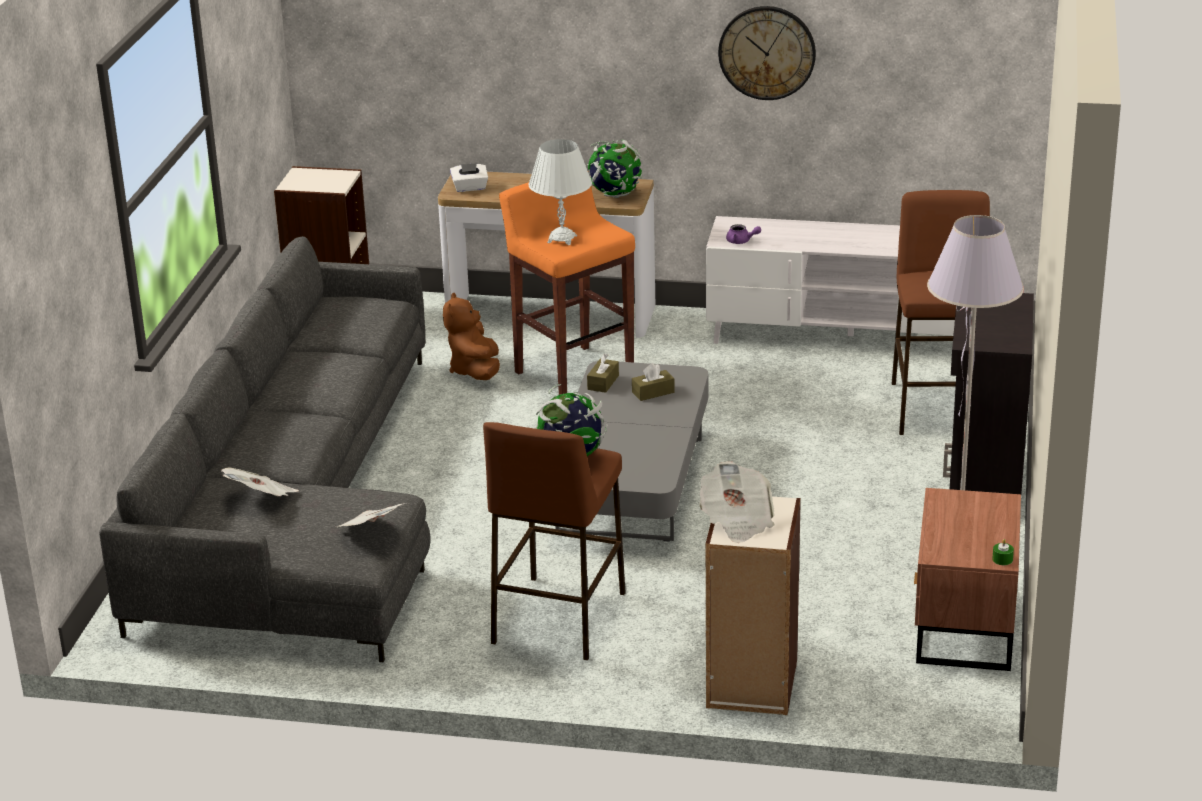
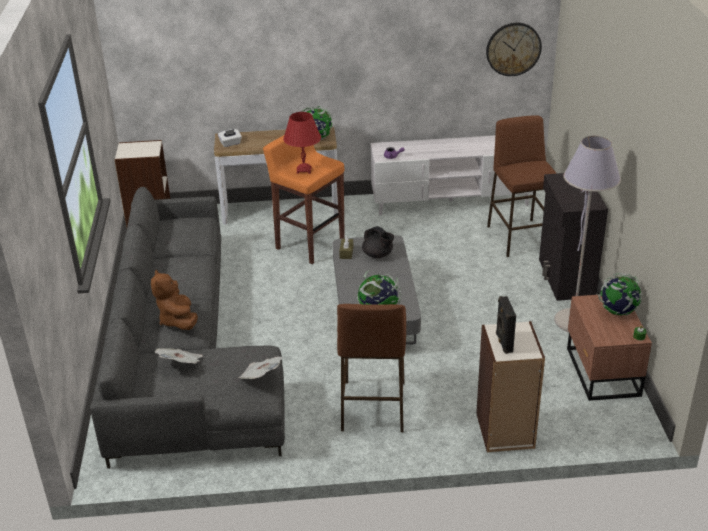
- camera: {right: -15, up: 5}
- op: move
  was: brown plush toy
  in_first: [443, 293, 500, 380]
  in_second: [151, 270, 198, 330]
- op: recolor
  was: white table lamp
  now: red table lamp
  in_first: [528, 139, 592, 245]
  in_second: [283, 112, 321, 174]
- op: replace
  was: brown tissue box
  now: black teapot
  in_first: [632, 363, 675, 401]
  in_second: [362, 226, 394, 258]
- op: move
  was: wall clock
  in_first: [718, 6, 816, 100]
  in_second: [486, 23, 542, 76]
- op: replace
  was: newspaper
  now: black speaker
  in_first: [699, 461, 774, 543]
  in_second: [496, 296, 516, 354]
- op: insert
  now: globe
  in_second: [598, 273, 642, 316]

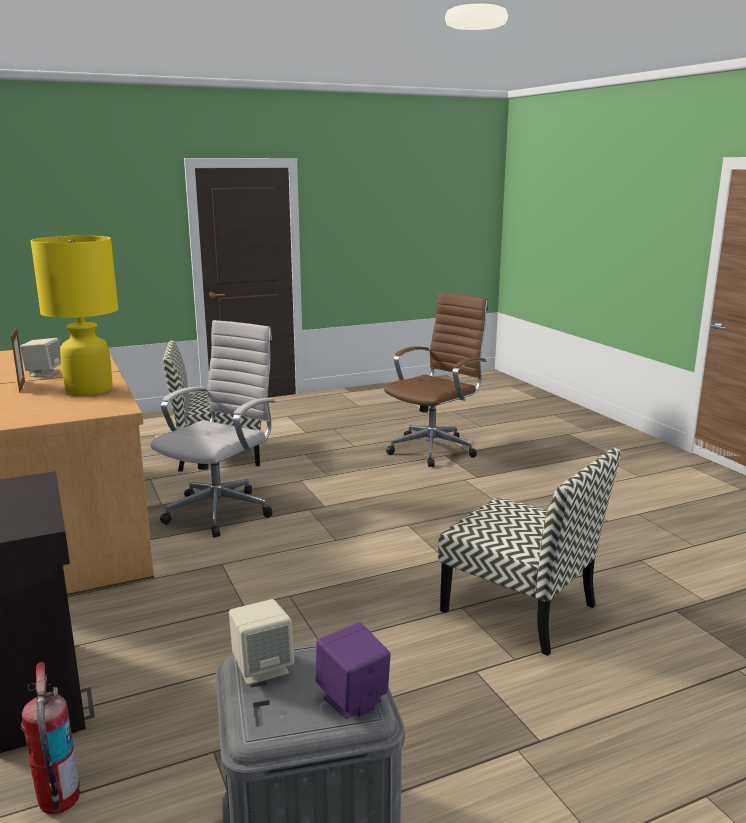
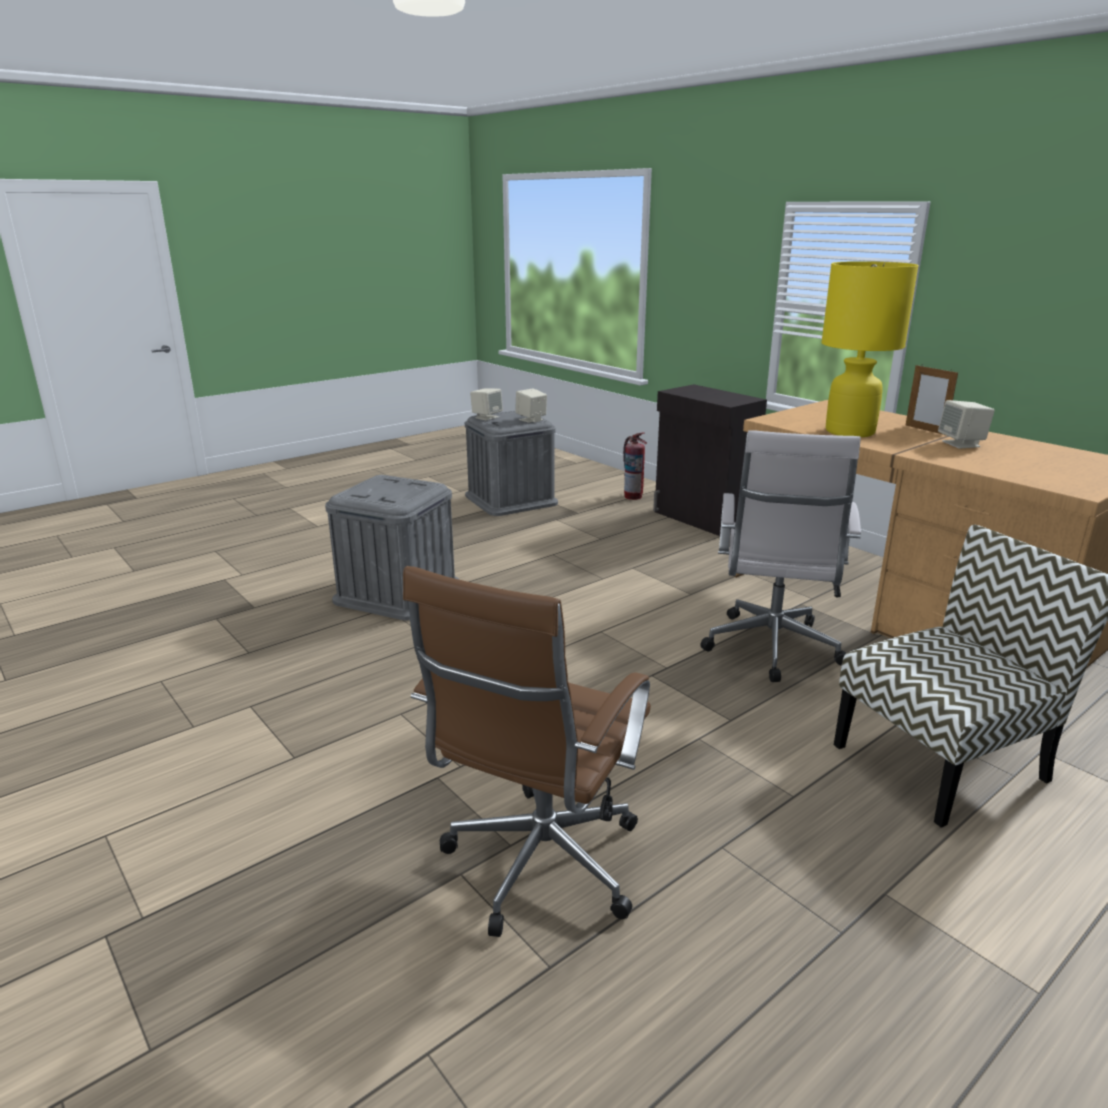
- camera: {right: 165, up: 5}
- op: replace
  was: chair
  now: grey storage box
  in_first: [438, 447, 621, 656]
  in_second: [325, 475, 460, 620]
- op: recolor
  was: purple speaker
  now: beige speaker
  in_first: [316, 622, 391, 719]
  in_second: [470, 388, 503, 421]

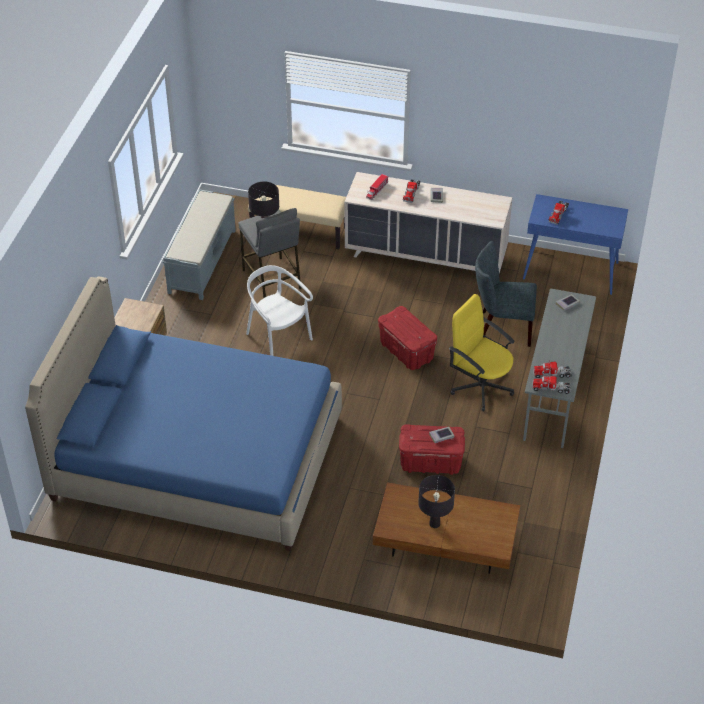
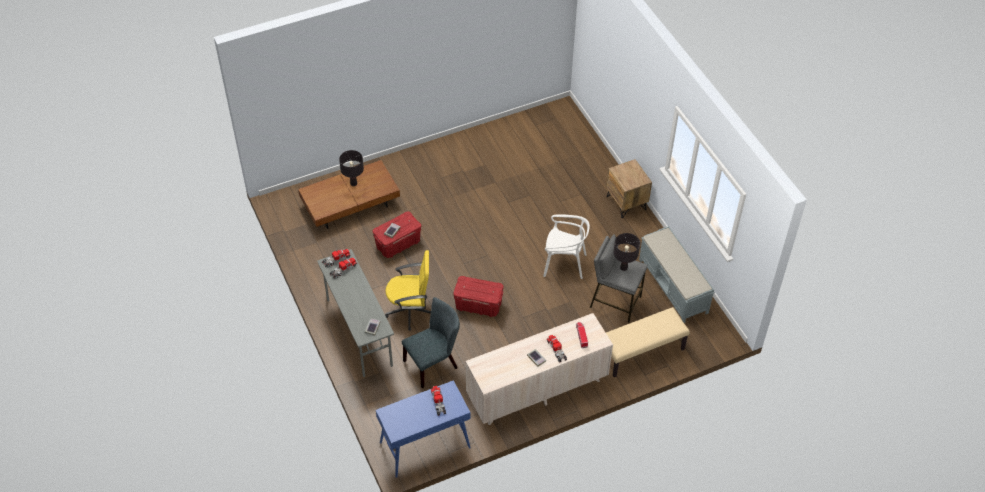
- camera: {right: 140, up: 5}
- op: delete
  was: blue bed
  in_first: [25, 277, 342, 551]

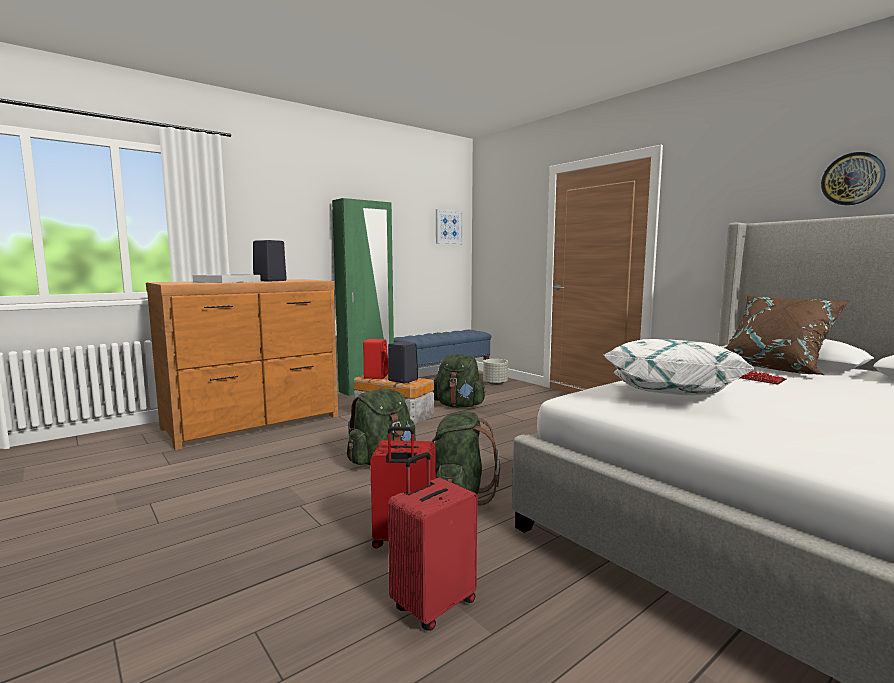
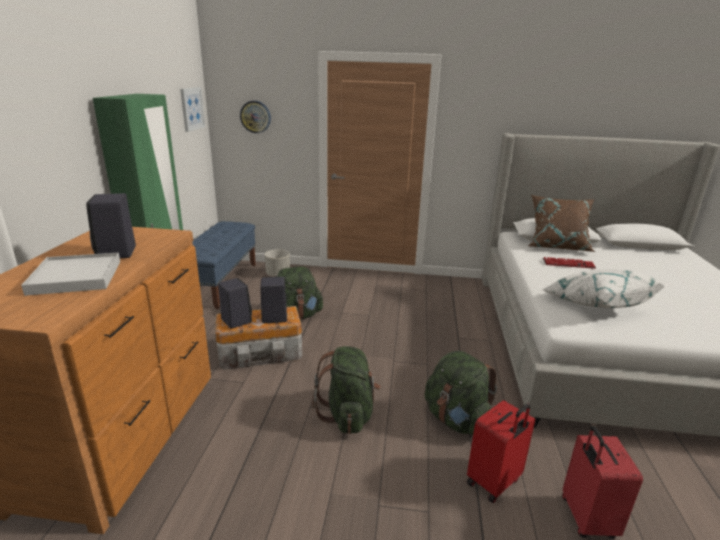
- camera: {right: -45, up: 15}
- op: recolor
  was: red speaker
  now: black speaker
  in_first: [363, 339, 388, 379]
  in_second: [218, 278, 252, 329]
- op: move
  was: wall clock
  in_first: [821, 152, 886, 205]
  in_second: [240, 101, 271, 133]

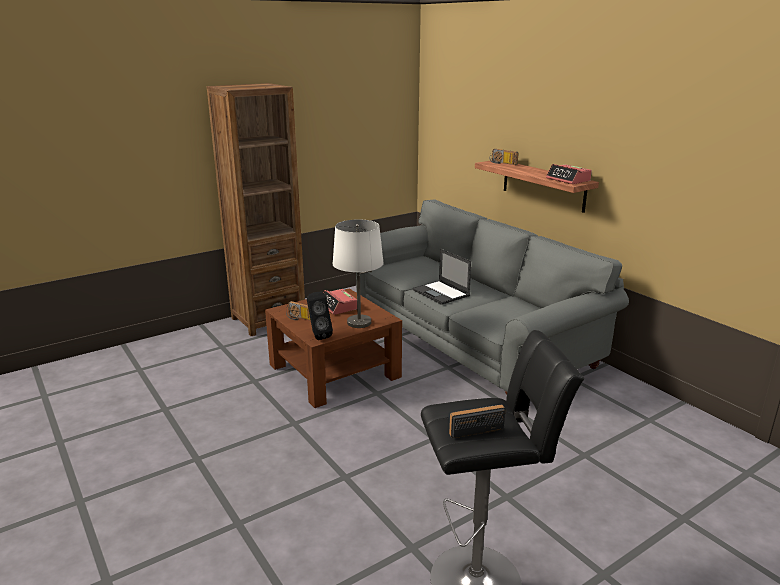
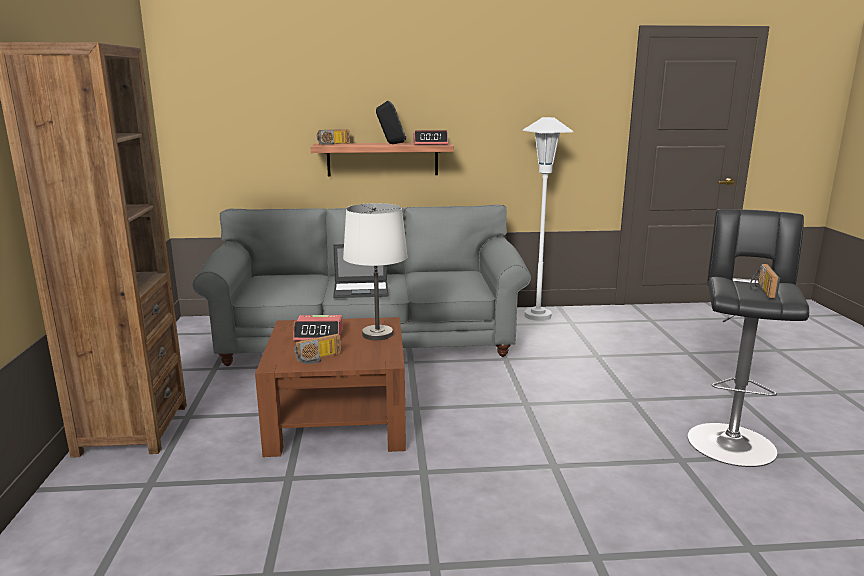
- camera: {right: -60, up: -5}
- op: move
  was: black speaker
  in_first: [307, 292, 333, 340]
  in_second: [376, 101, 406, 144]
- op: insert
  now: white floor lamp
  in_second: [523, 117, 573, 321]

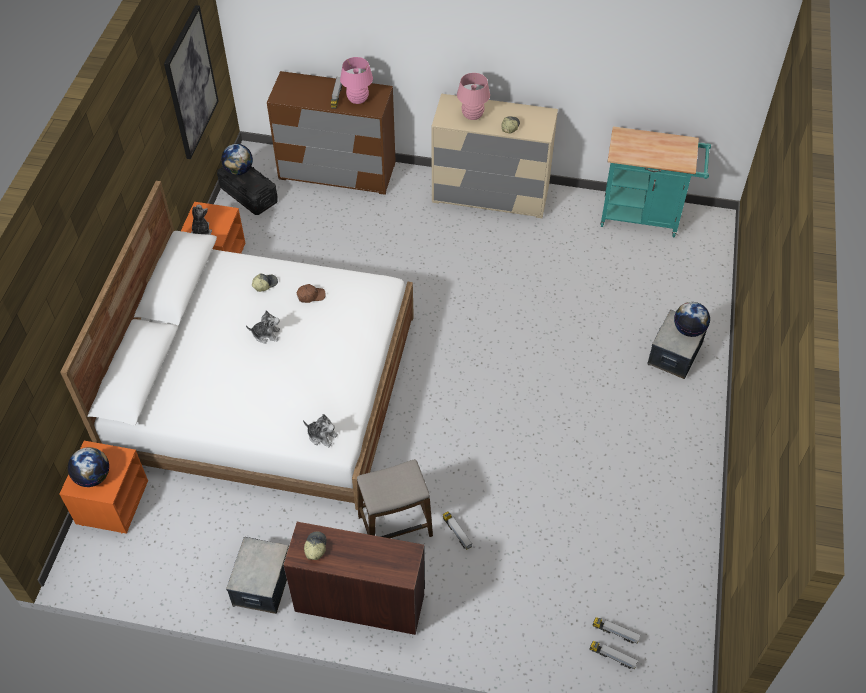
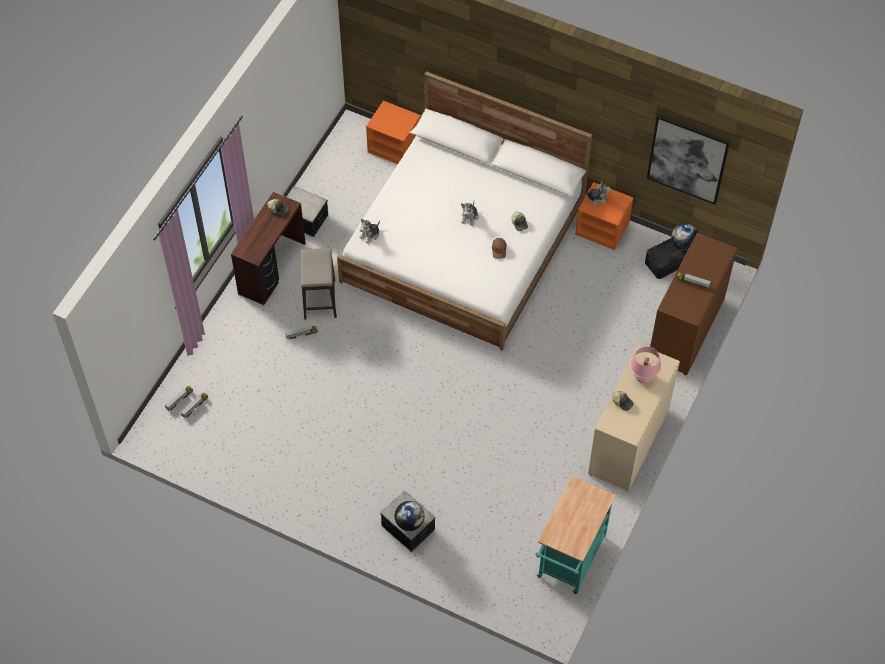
- camera: {right: 105, up: 5}
- op: delete
  was: globe
  in_first: [68, 447, 109, 487]
- op: delete
  was: pink table lamp
  in_first: [340, 57, 373, 104]

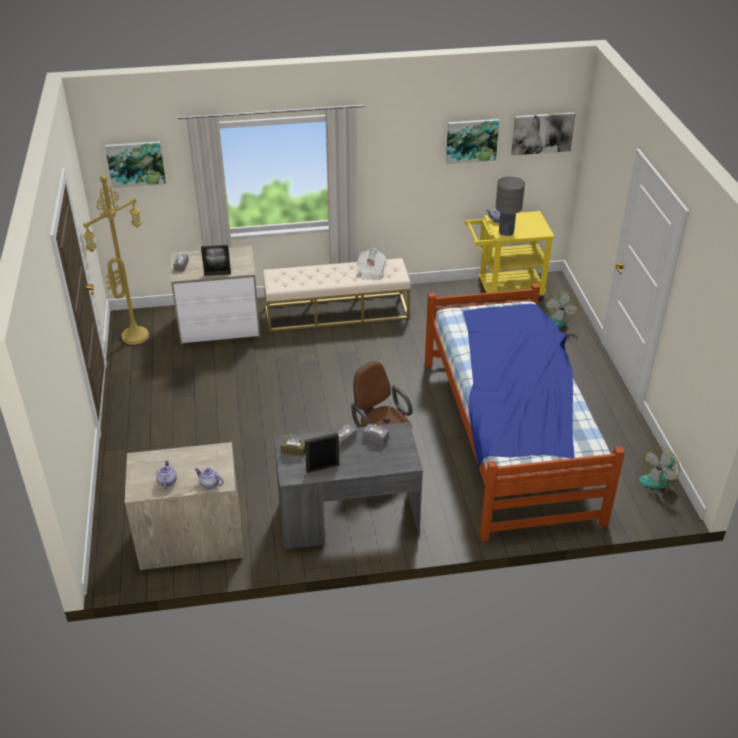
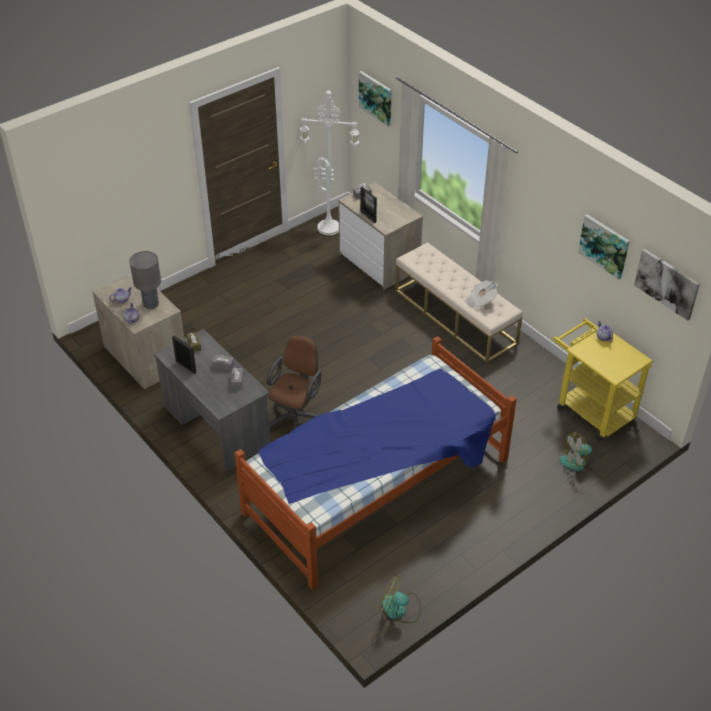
- camera: {right: 60, up: 5}
- op: move
  was: grey table lamp
  in_first: [496, 176, 525, 236]
  in_second: [129, 251, 161, 309]
- op: recolor
  was: yellow floor lamp
  now: white floor lamp
  in_first: [83, 175, 149, 345]
  in_second: [299, 90, 359, 235]

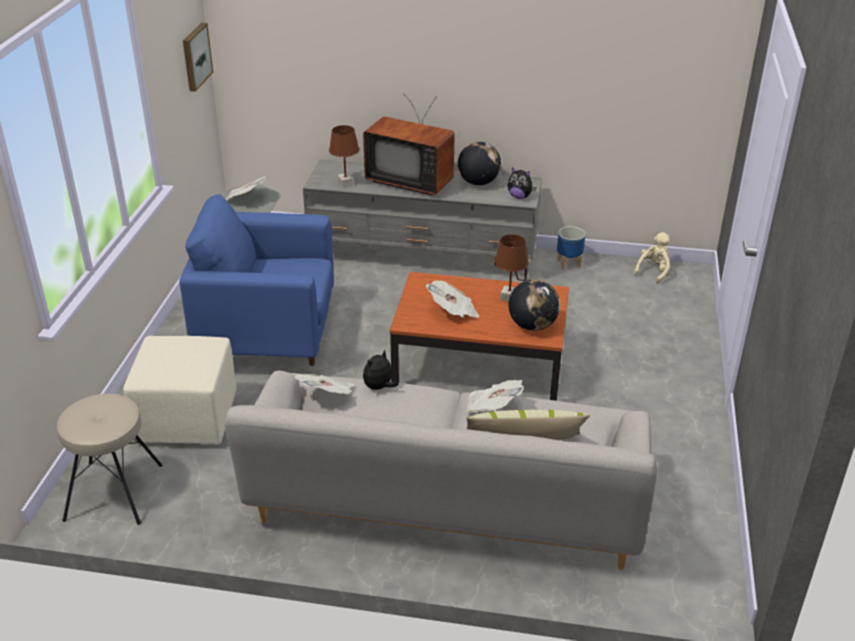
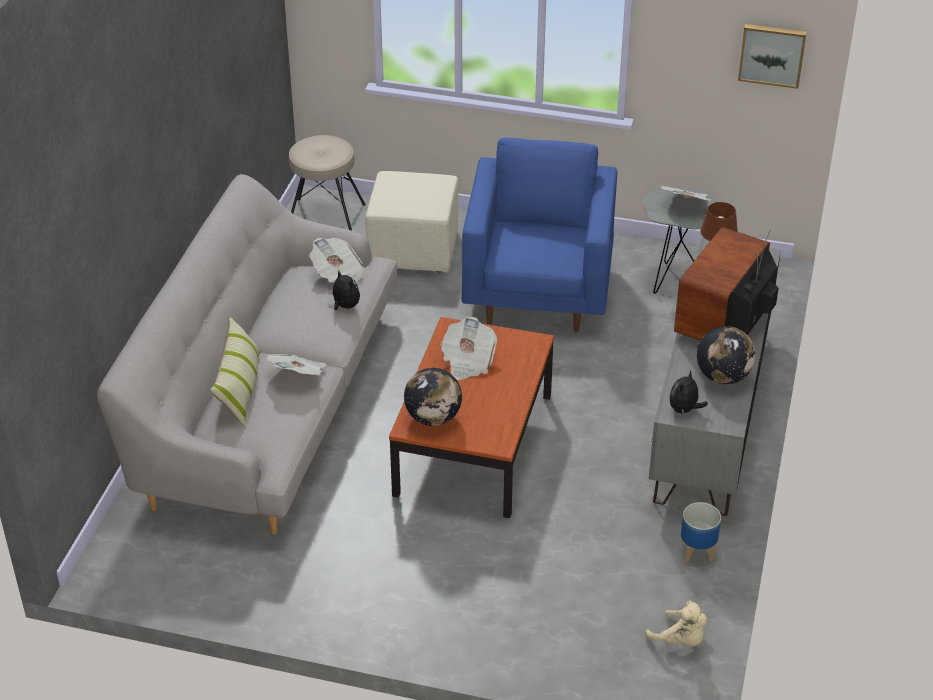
- camera: {right: 95, up: 5}
- op: delete
  was: brown table lamp
  in_first: [494, 234, 529, 302]

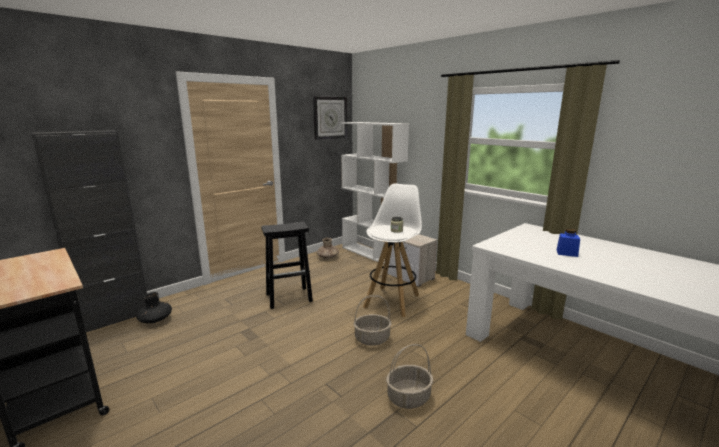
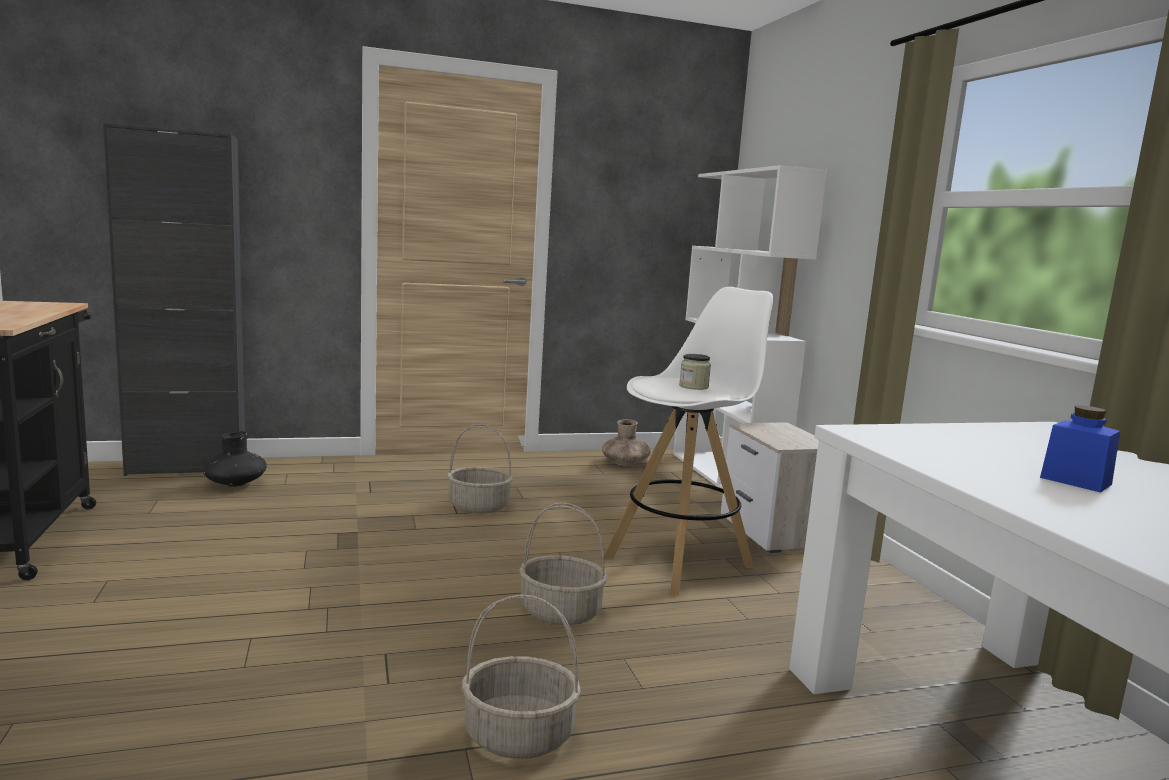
- camera: {right: 25, up: -5}
- op: replace
  was: black stool
  now: basket
  in_first: [261, 222, 313, 309]
  in_second: [447, 424, 513, 513]
- op: delete
  was: wall clock
  in_first: [313, 96, 347, 140]

